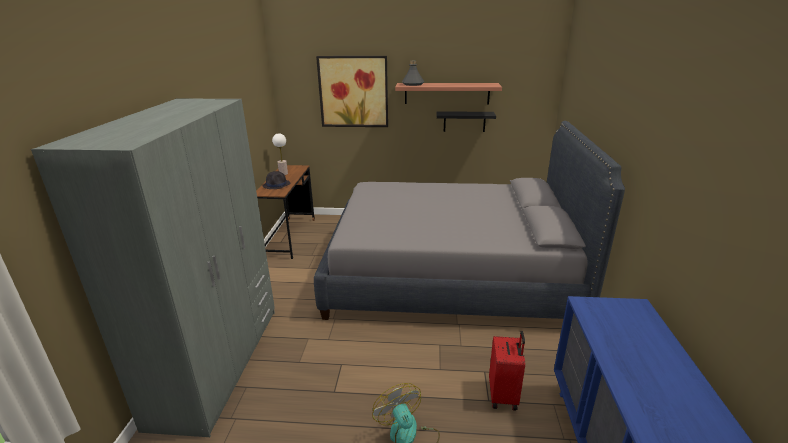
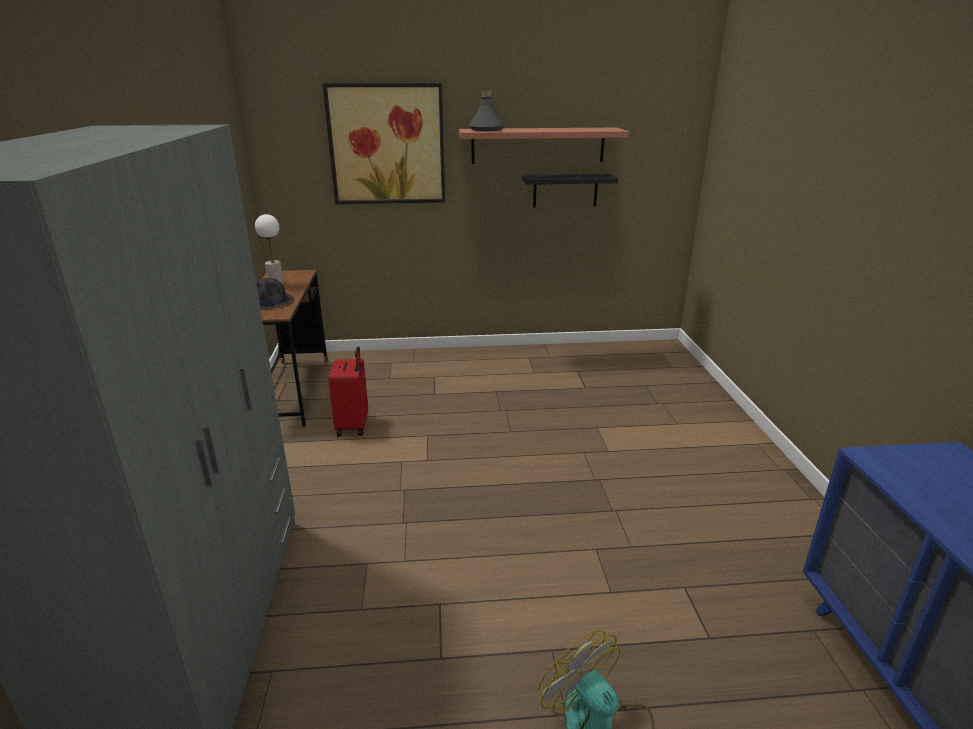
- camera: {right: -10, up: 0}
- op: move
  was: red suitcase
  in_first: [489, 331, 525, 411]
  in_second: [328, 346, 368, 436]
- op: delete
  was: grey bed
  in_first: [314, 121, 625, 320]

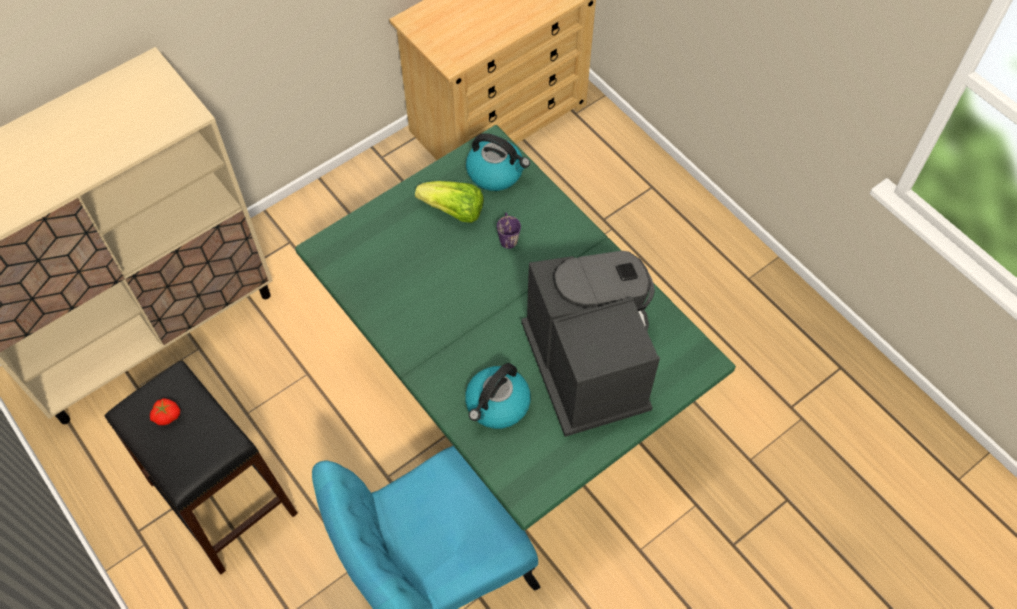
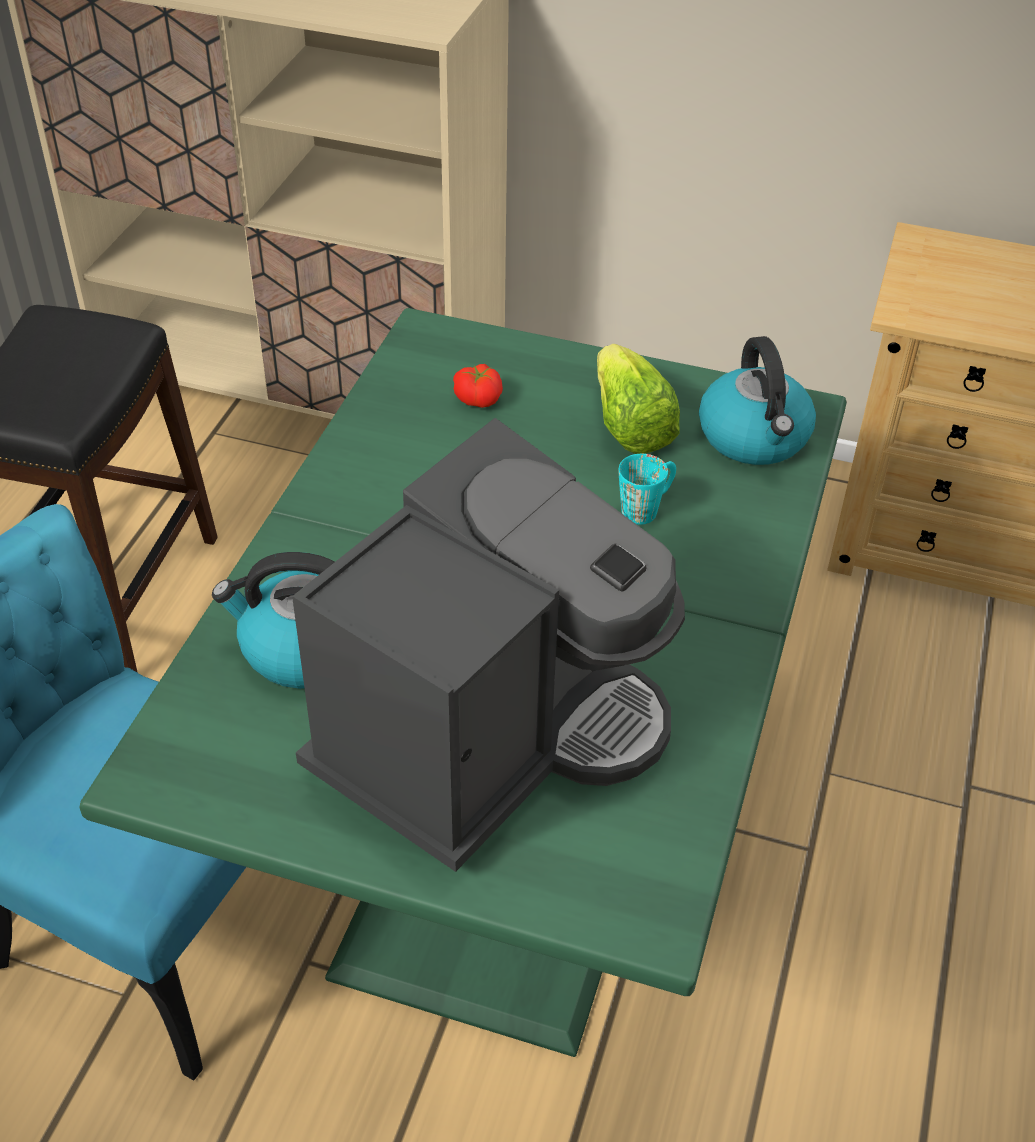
- camera: {right: 55, up: -15}
- op: move
  was: tomato
  in_first: [150, 398, 180, 425]
  in_second: [453, 364, 503, 408]
- op: recolor
  was: purple mug
  now: turquoise mug
  in_first: [497, 212, 521, 249]
  in_second: [618, 454, 676, 525]

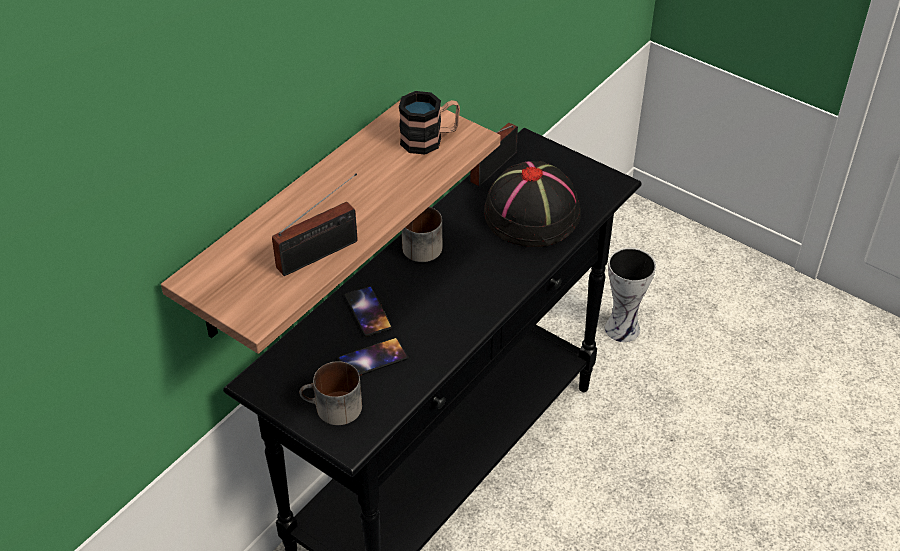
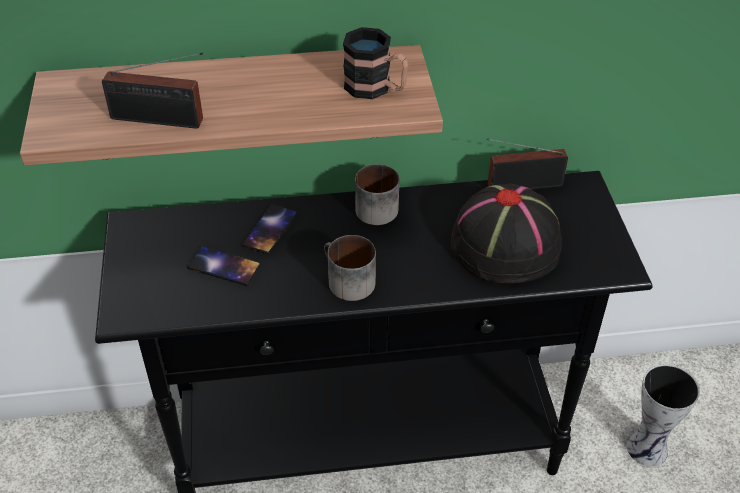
- camera: {right: 45, up: 0}
- op: move
  was: mug
  in_first: [299, 361, 362, 425]
  in_second: [324, 235, 376, 301]

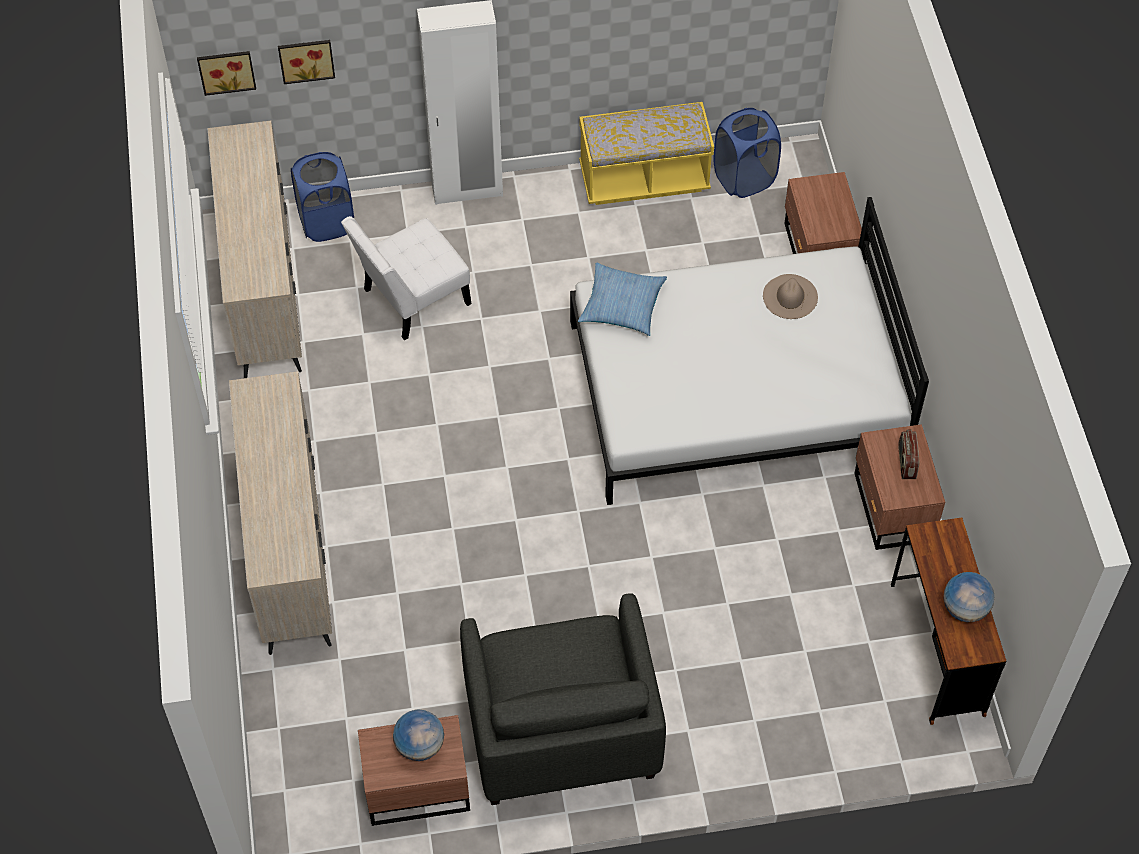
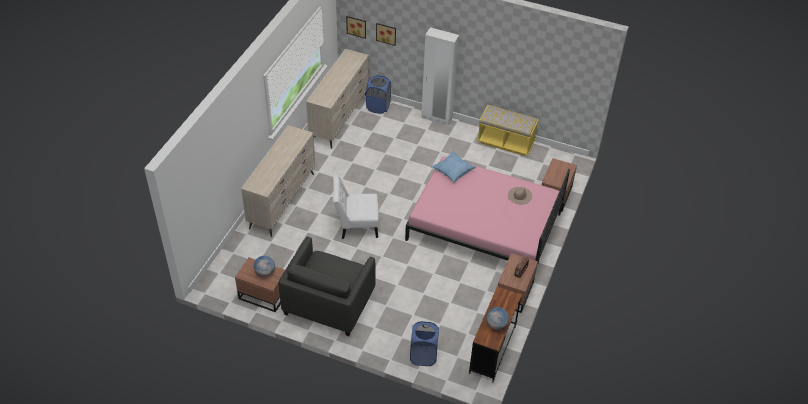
- camera: {right: 30, up: -10}
- op: move
  was: white chair
  in_first: [341, 216, 472, 340]
  in_second: [333, 175, 379, 239]
- op: recolor
  was: white bed
  now: pink bed
  in_first: [570, 197, 929, 505]
  in_second: [405, 156, 570, 263]
- op: move
  was: blue laundry basket
  in_first: [713, 108, 781, 198]
  in_second: [410, 321, 439, 366]

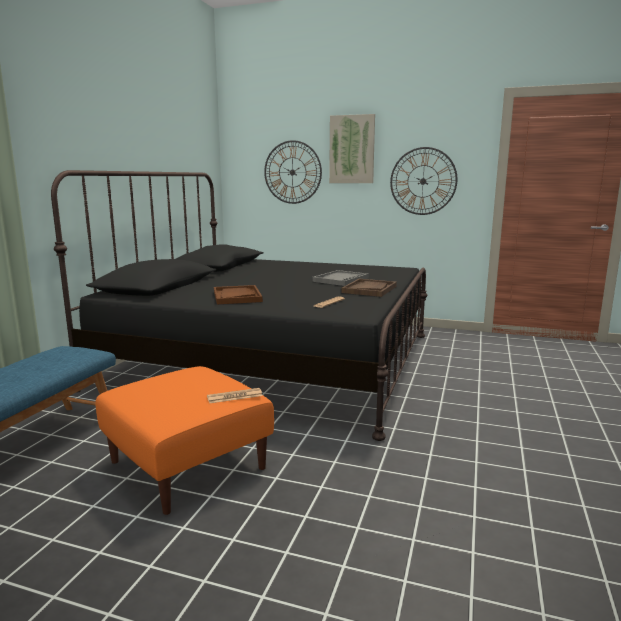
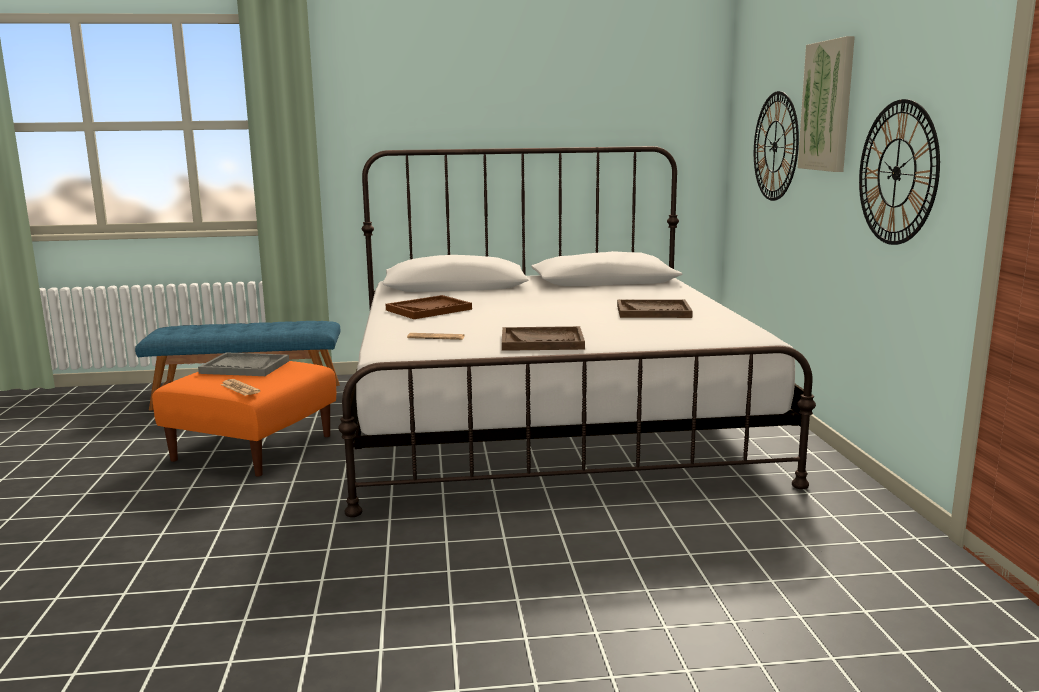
- camera: {right: 65, up: 0}
- op: move
  was: grey tray
  in_first: [312, 270, 369, 286]
  in_second: [198, 352, 289, 376]
- op: recolor
  was: black bed
  now: white bed
  in_first: [51, 170, 428, 441]
  in_second: [338, 146, 816, 517]
- op: insert
  now: brown tray
  in_second: [617, 299, 693, 318]

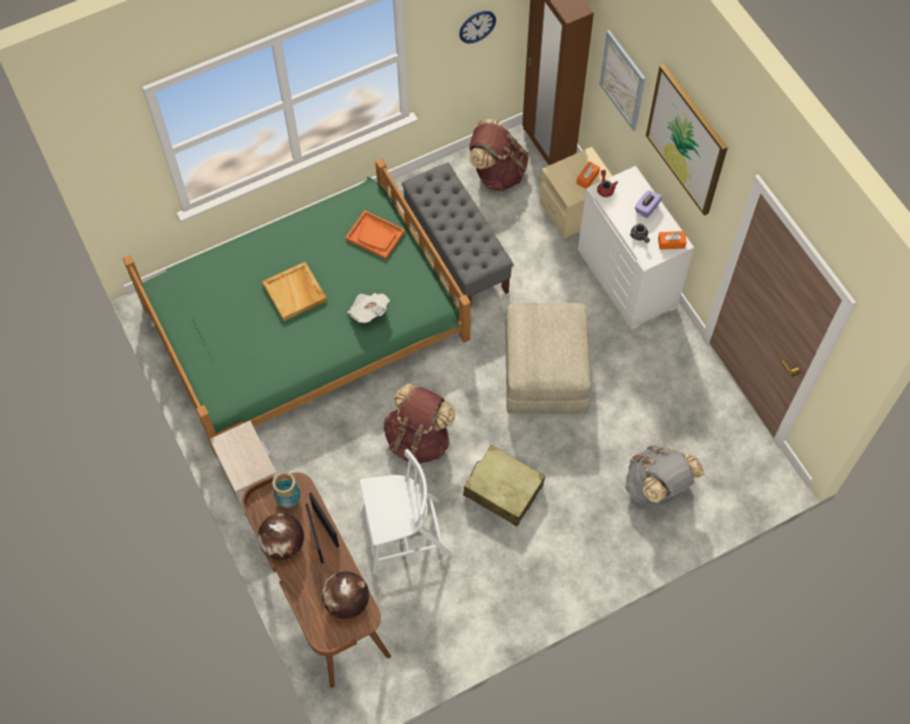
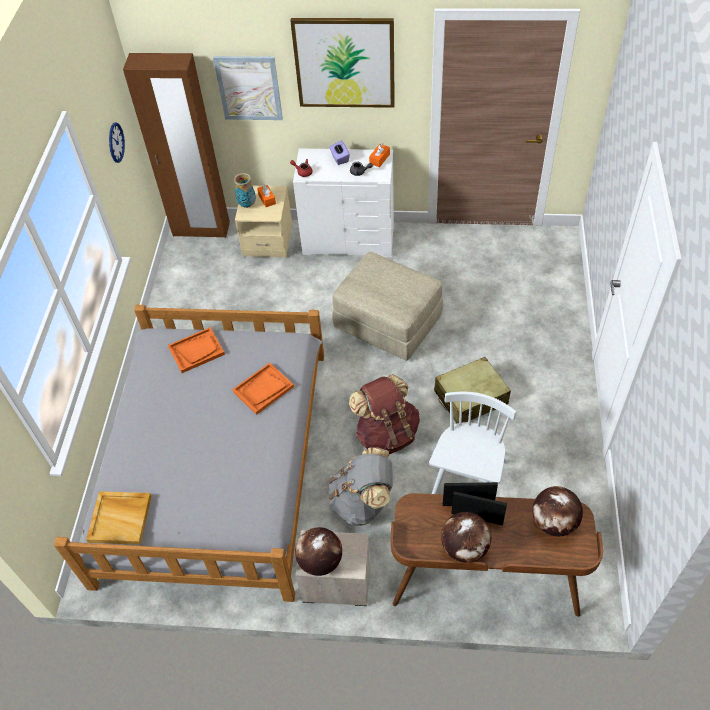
- camera: {right: -55, up: -10}
- op: recolor
  was: green bed
  now: grey bed
  in_first: [123, 158, 471, 458]
  in_second: [54, 305, 324, 602]
- op: move
  was: beige tray
  in_first: [262, 262, 327, 321]
  in_second: [86, 491, 152, 545]
- op: replace
  was: newspaper
  now: orange tray
  in_first: [347, 293, 390, 323]
  in_second: [232, 363, 294, 415]
- op: move
  was: vase
  in_first: [272, 472, 301, 508]
  in_second: [234, 173, 256, 208]
- op: insert
  now: globe
  in_second: [295, 527, 342, 576]
- op: move
  was: grey backpack
  in_first: [625, 445, 704, 505]
  in_second: [329, 448, 393, 526]
- op: delete
  was: grey bench
  in_first: [402, 163, 514, 302]
- op: delete
  was: brown backpack
  in_first: [469, 119, 529, 191]

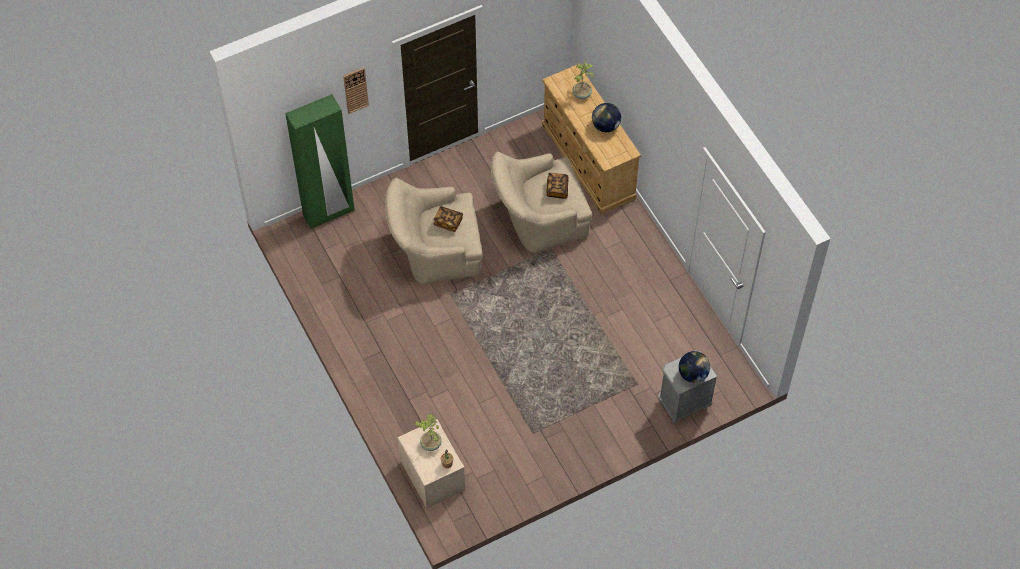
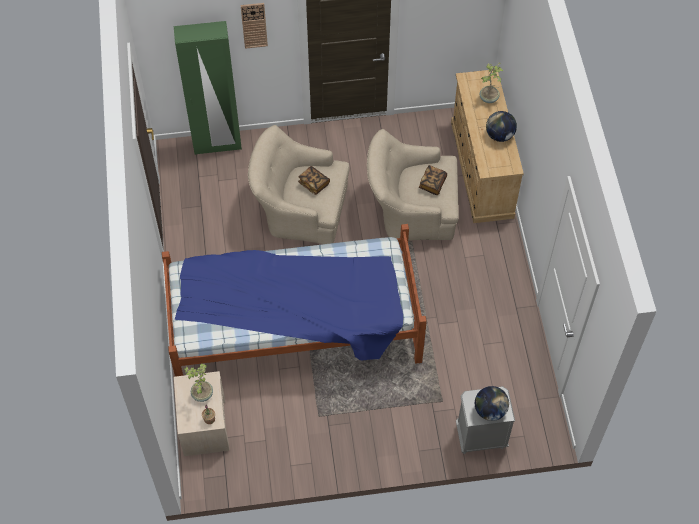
- camera: {right: 20, up: 0}
- op: insert
  now: bed
  in_second: [162, 224, 427, 377]

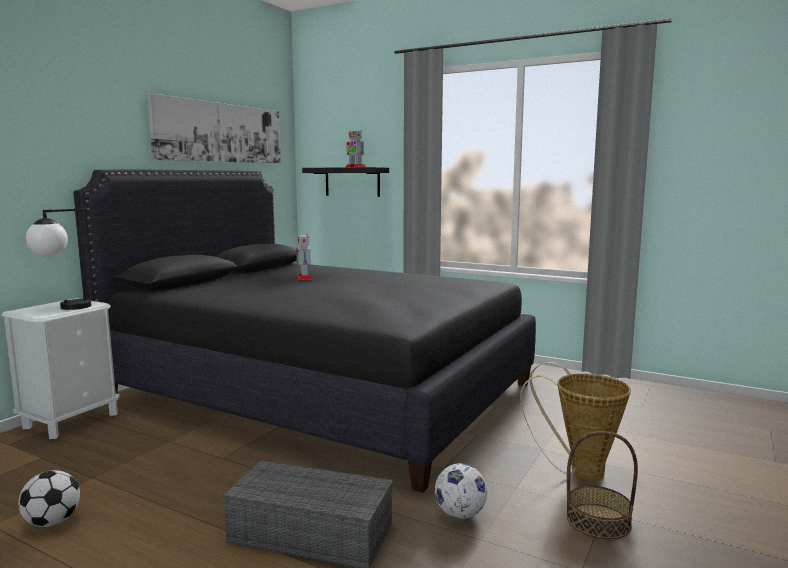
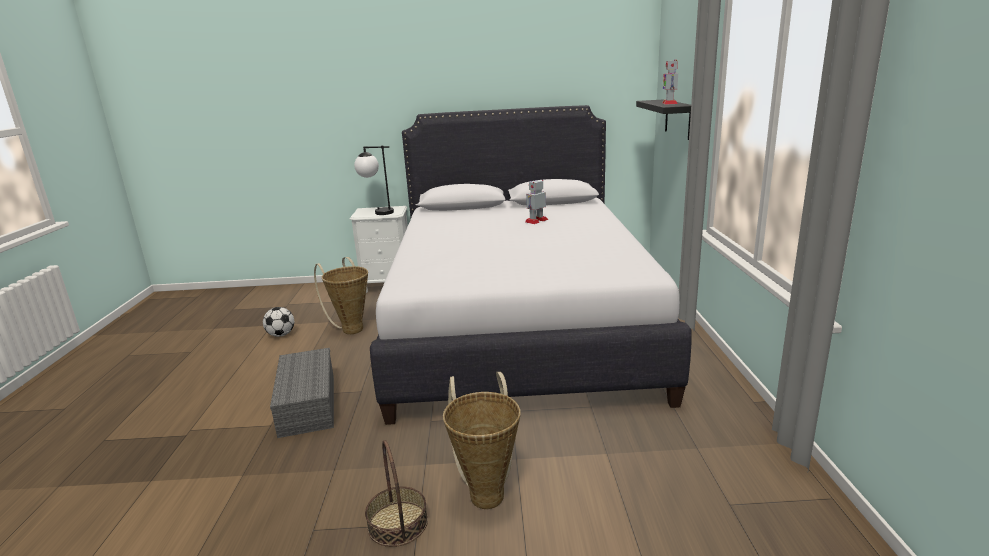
- camera: {right: 60, up: 10}
- op: insert
  now: basket
  in_second: [314, 257, 368, 334]
- op: recolor
  was: black bed
  now: white bed
  in_first: [73, 169, 536, 493]
  in_second: [370, 105, 691, 425]
- op: delete
  was: picture
  in_first: [147, 93, 281, 163]
- op: delete
  was: football
  in_first: [435, 463, 487, 519]

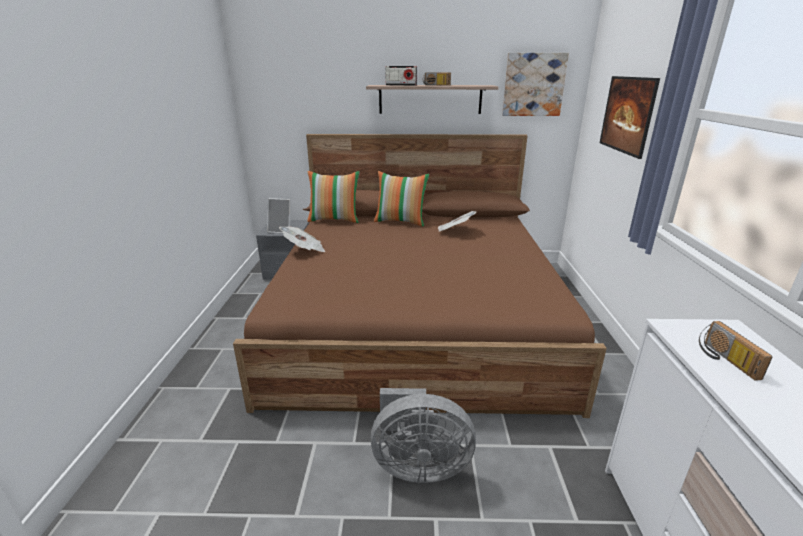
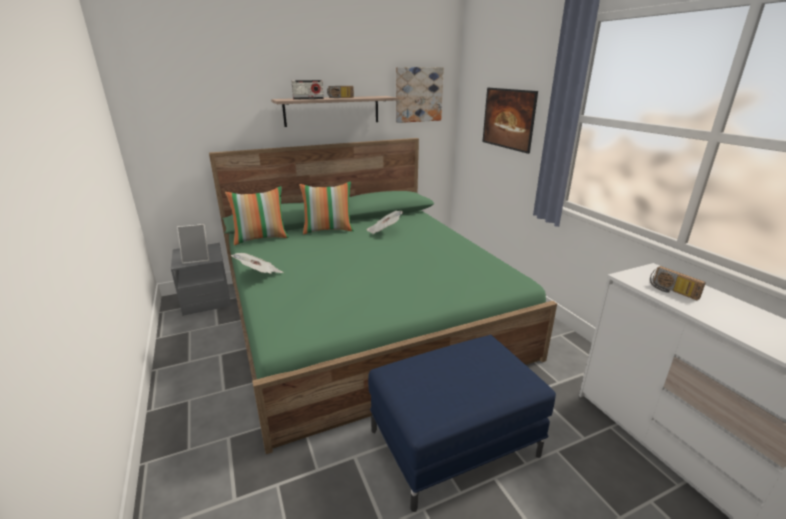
- camera: {right: -25, up: 0}
- op: recolor
  was: brown bed
  now: green bed
  in_first: [233, 134, 607, 418]
  in_second: [209, 138, 557, 454]
- op: replace
  was: grey fan
  now: blue ottoman
  in_first: [371, 388, 476, 483]
  in_second: [368, 335, 556, 512]

